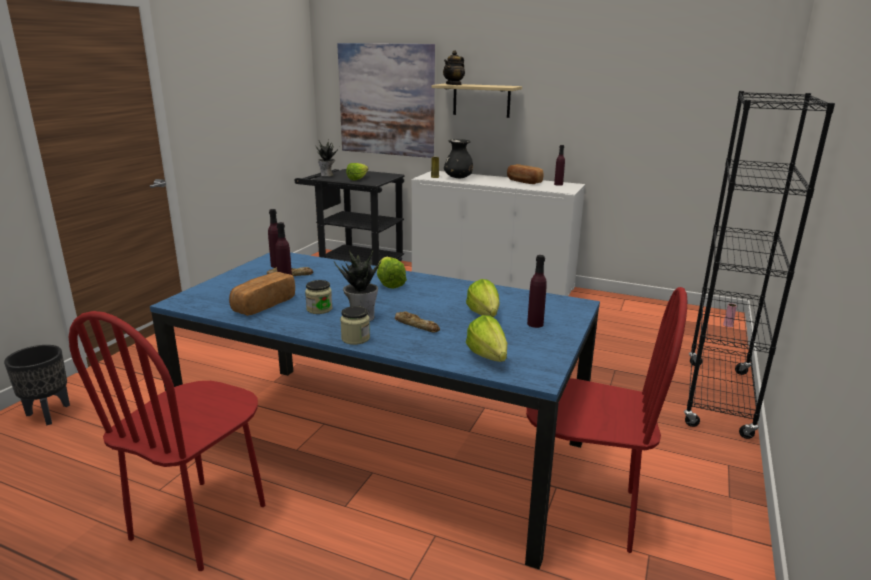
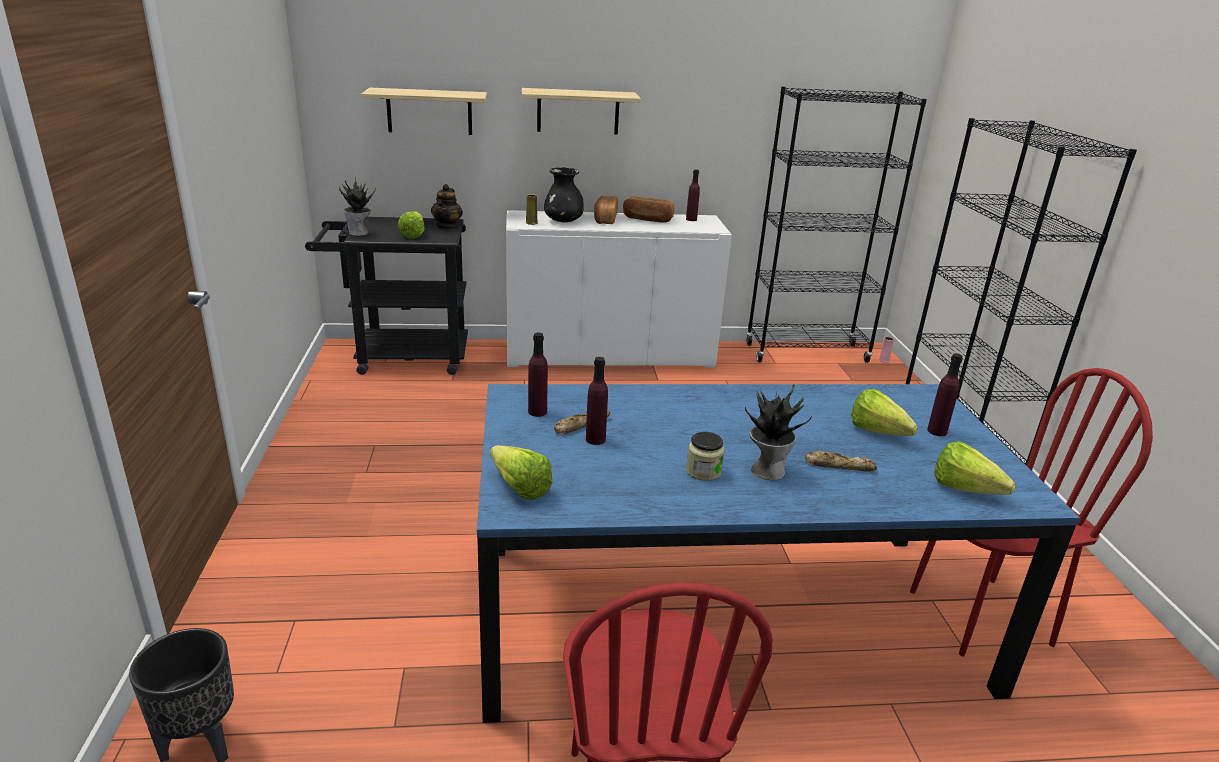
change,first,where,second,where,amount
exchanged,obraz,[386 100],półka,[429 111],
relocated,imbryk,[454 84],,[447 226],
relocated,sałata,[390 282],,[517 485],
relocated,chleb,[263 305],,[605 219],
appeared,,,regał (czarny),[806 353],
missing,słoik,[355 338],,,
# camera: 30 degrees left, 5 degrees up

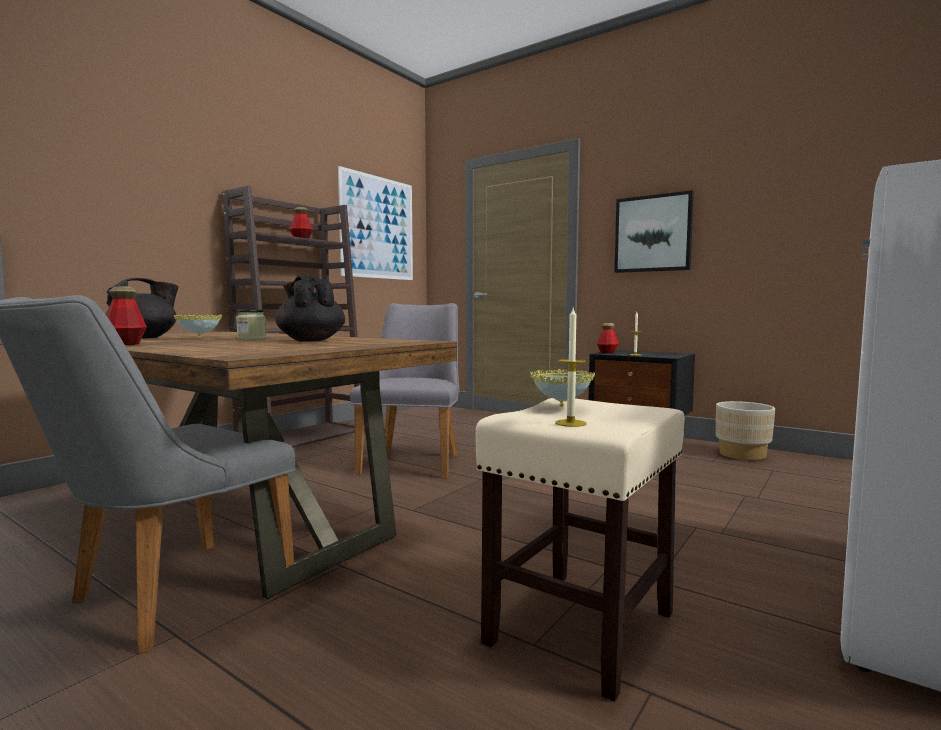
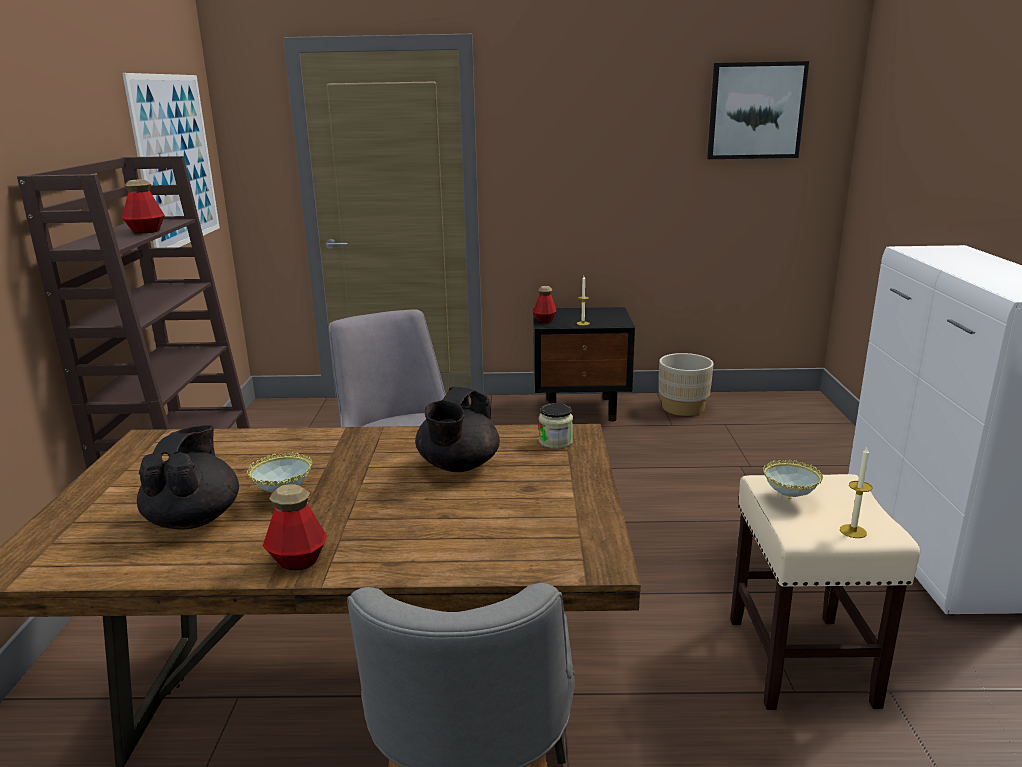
change,first,where,second,where,amount
spun,imbryk (czarny),[311 340],,[458 466],90 degrees counterclockwise
relocated,słoik,[252 339],,[555 441],
relocated,obraz,[653 233],,[755 111],
# camera: 35 degrees left, 15 degrees up

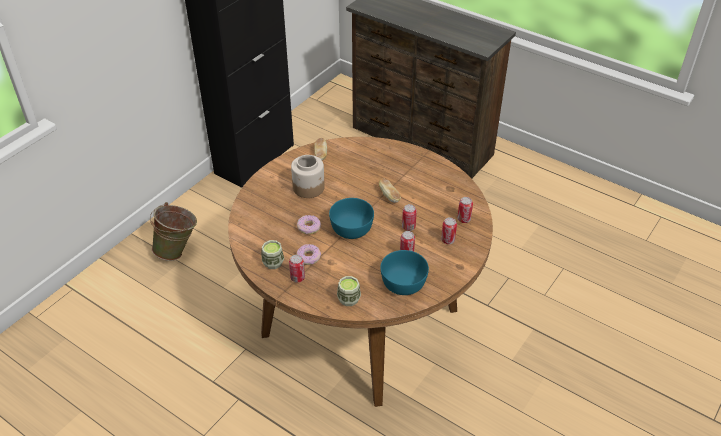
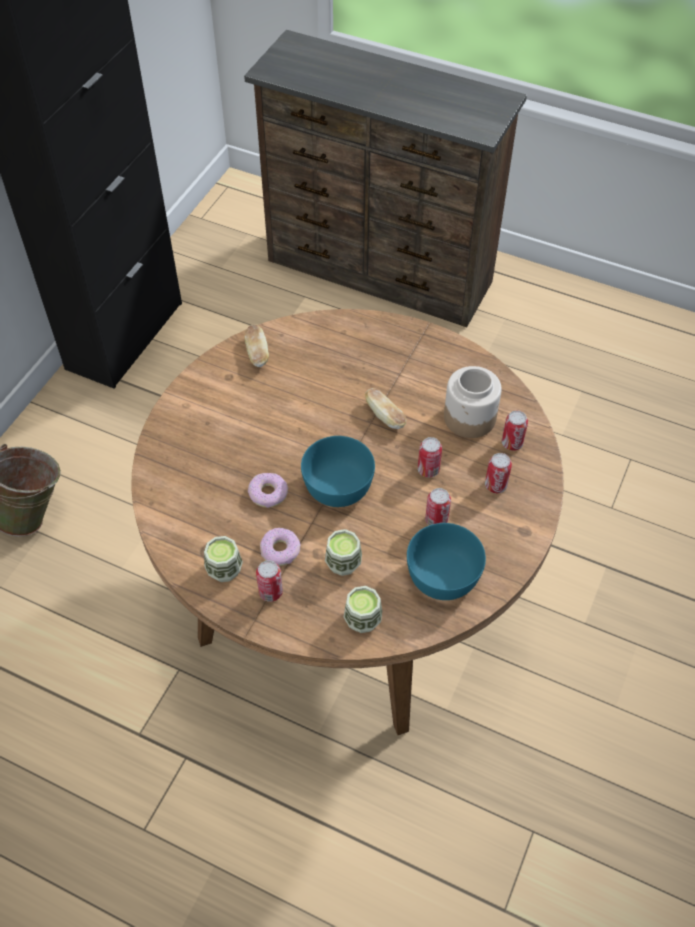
change,first,where,second,where,amount
appeared,,,filiżanka,[343 563],
relocated,słoik,[309 187],,[470 417],
# camera: 10 degrees left, 10 degrees up

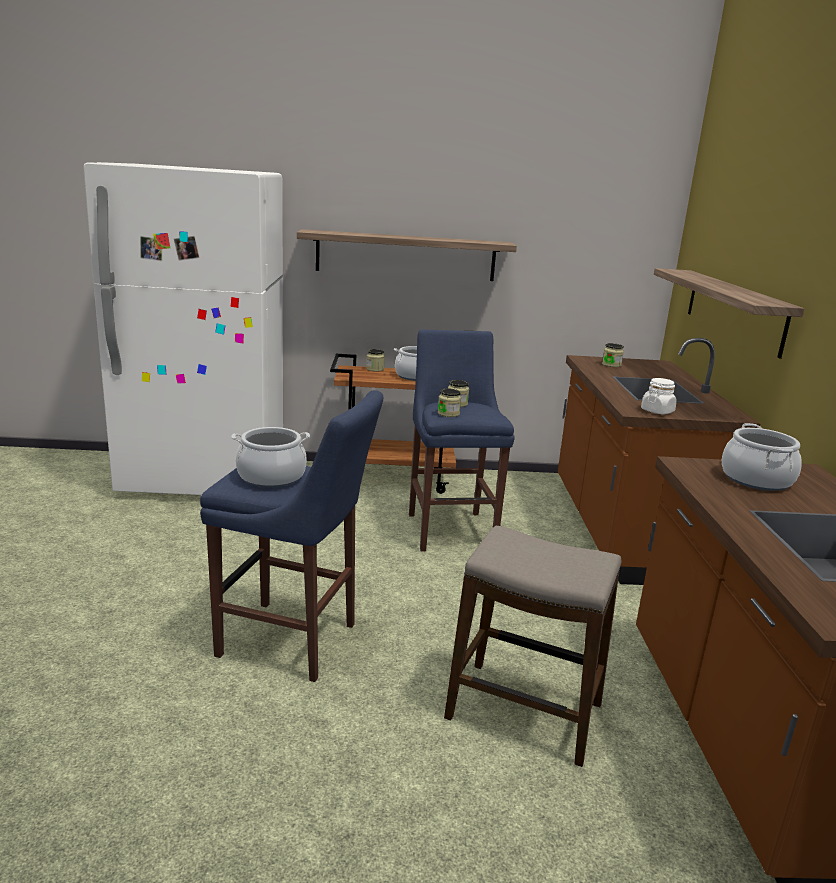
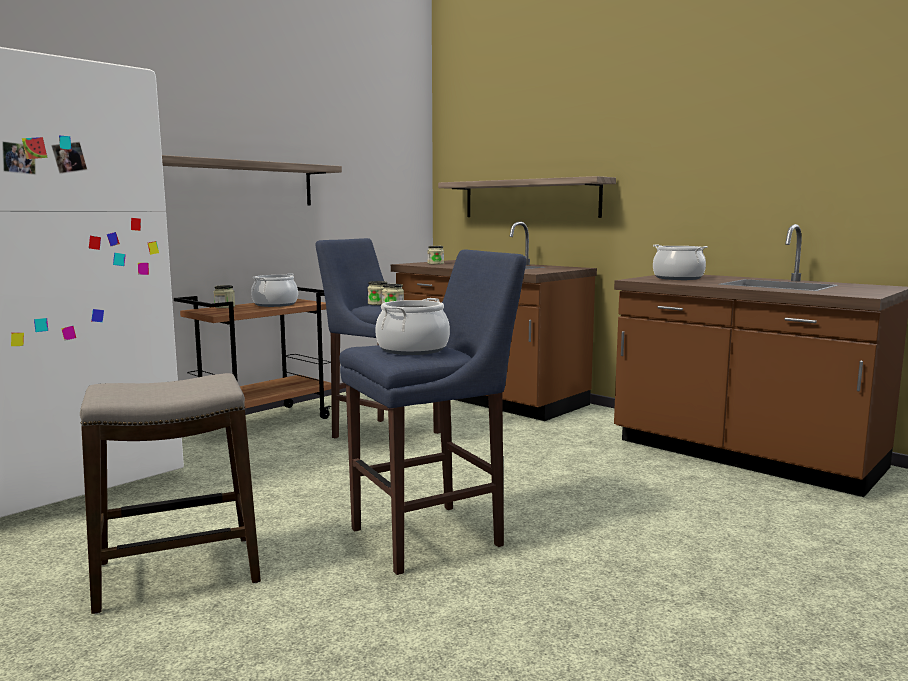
change,first,where,second,where,amount
relocated,stołek,[524 711],,[177 573],
missing,słoik (biały),[657 411],,,
# camera: 45 degrees left, 10 degrees down

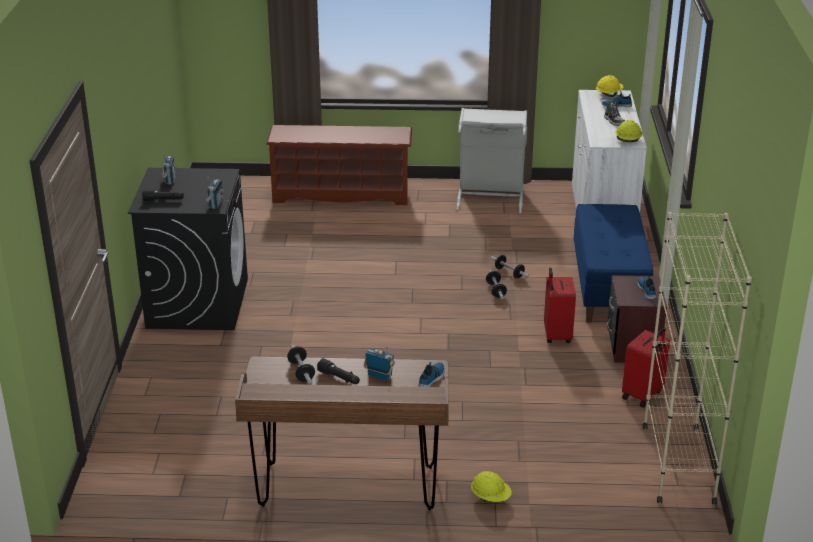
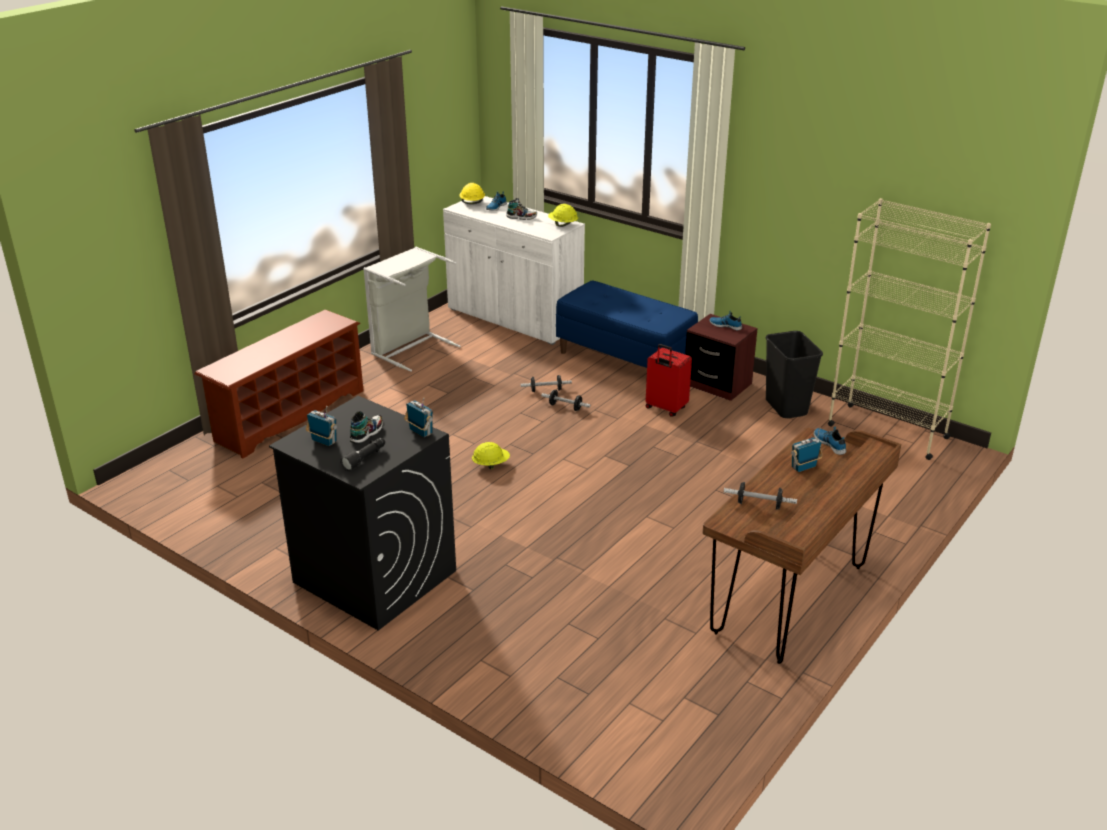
change,first,where,second,where,amount
appeared,,,but,[367 433],
relocated,kask (żółty),[490 497],,[491 465],
exchanged,walizka (czerwony),[643 395],kosz na śmieci (czarny),[787 408],
missing,latarka (czarny),[339 378],,,
# camera: 55 degrees left, 0 degrees up

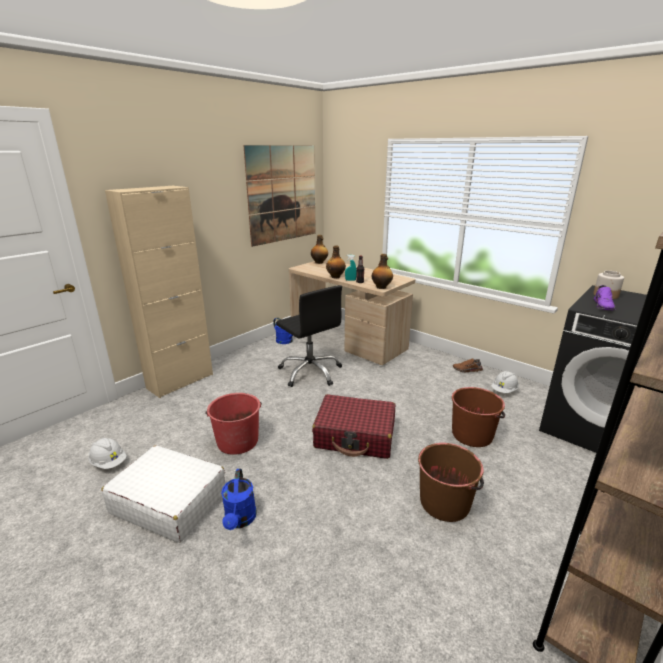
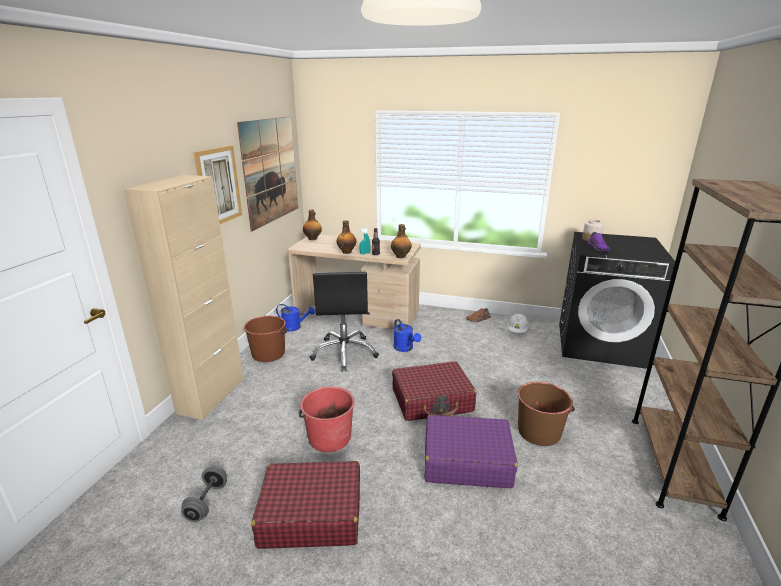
change,first,where,second,where,amount
exchanged,kask (biały),[109 462],hantel (szary),[207 502],
appeared,,,obraz,[218 186],
relocated,wiadro (brązowy),[472 434],,[269 353],
colour,walizka (biały),[169 502],walizka (czerwony),[311 515],
spun,krzesło biurowe (czarny),[310 372],,[345 353],60 degrees clockwise
relocated,konewka (niebieski),[240 520],,[405 348],
appeared,,,walizka (fioletowy),[466 461],
# camera: 25 degrees left, 0 degrees up

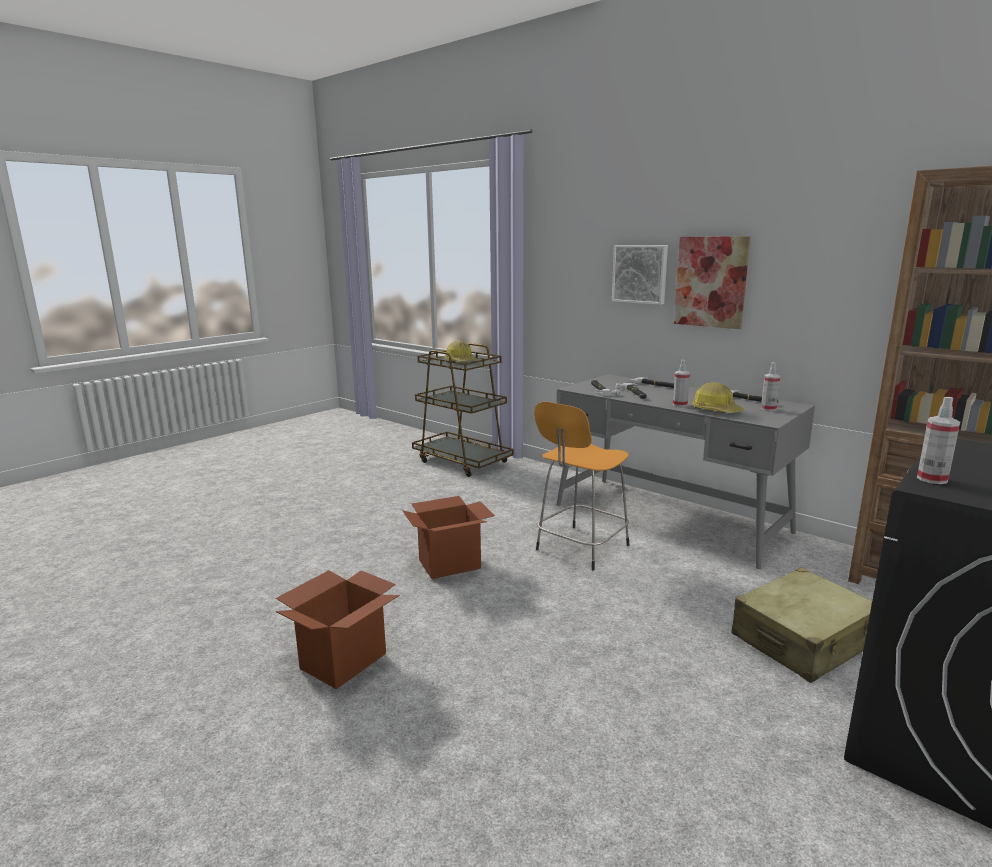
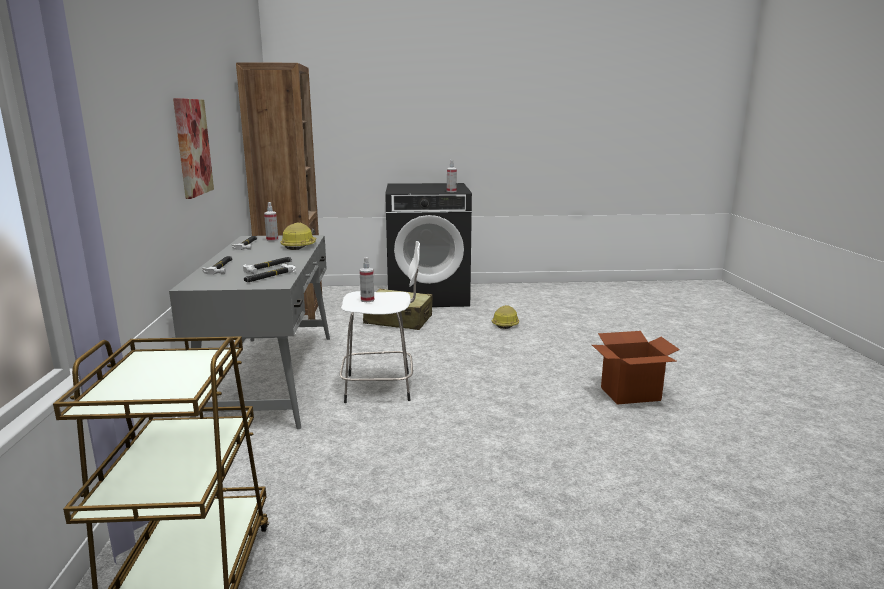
change,first,where,second,where,amount
colour,stołek (pomarańczowy),[580 548],stołek (biały),[381 387],
relocated,spryskiwacz,[680 405],,[367 300],
relocated,kask,[460 361],,[505 324],
missing,karton,[450 564],,,
missing,obraz,[640 274],,,
# camera: 135 degrees left, 0 degrees up

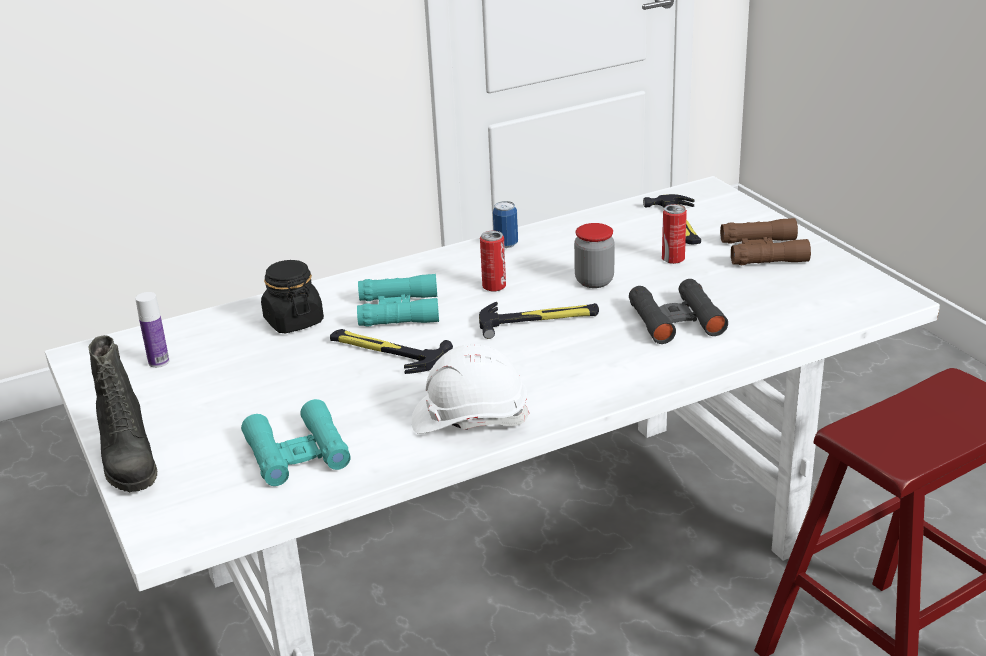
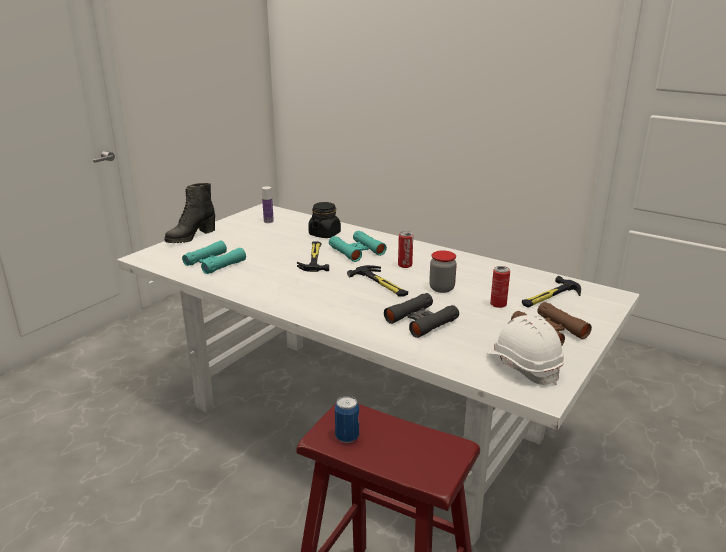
change,first,where,second,where,amount
relocated,puszka,[506 244],,[347 437],
relocated,kask (biały),[469 418],,[524 365],
# camera: 60 degrees right, 5 degrees down

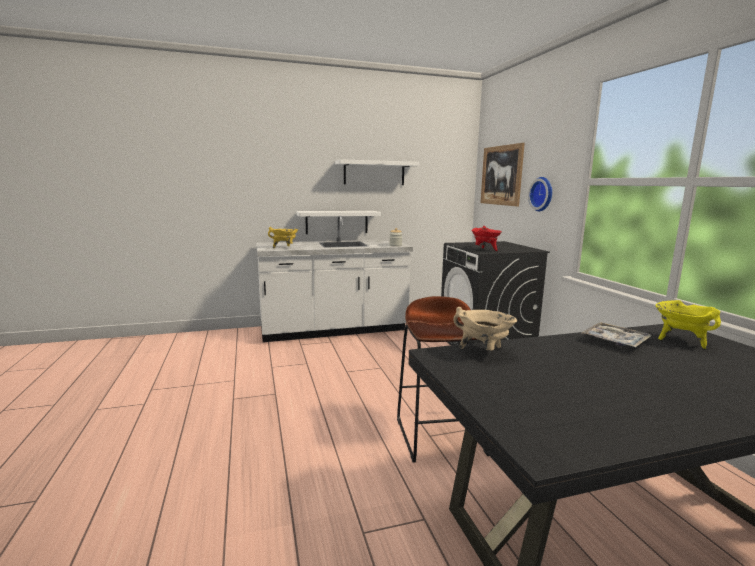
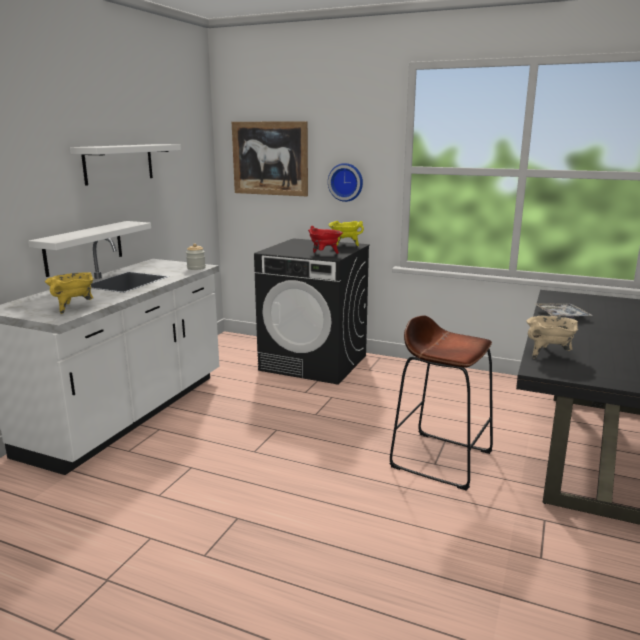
change,first,where,second,where,amount
relocated,garnek (żółty),[681 341],,[344 245],
# camera: 50 degrees left, 5 degrees up

